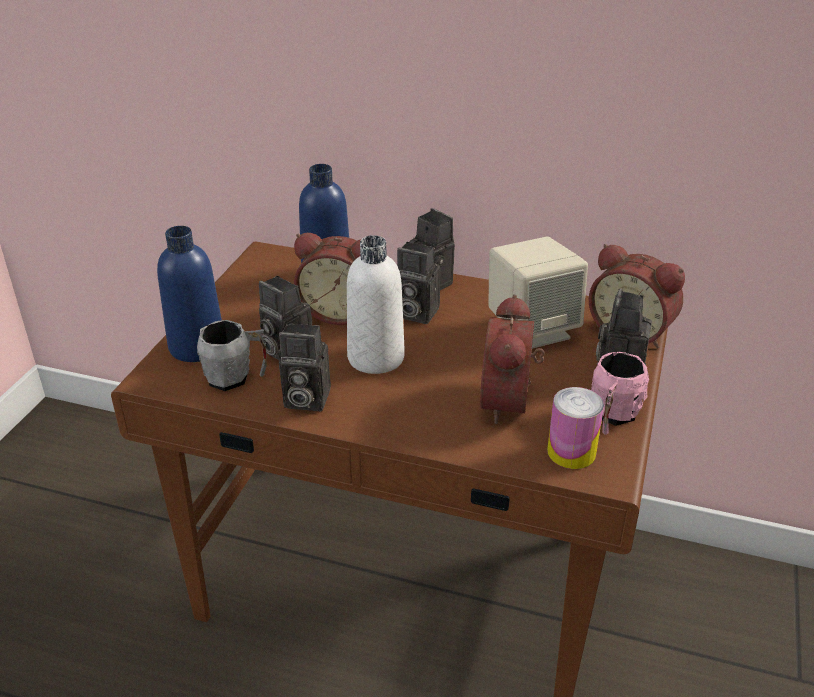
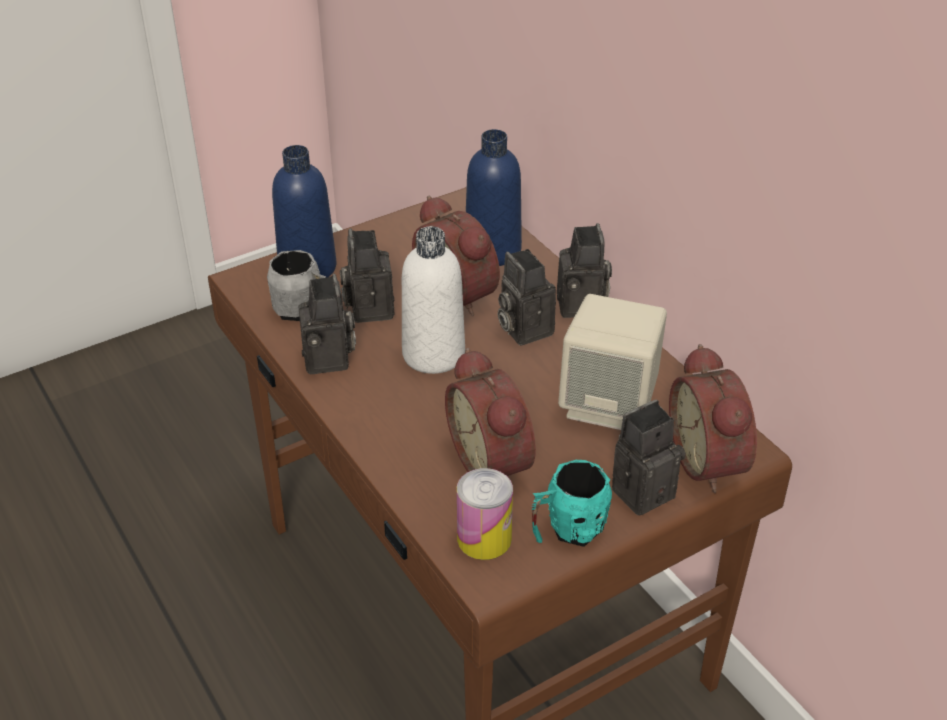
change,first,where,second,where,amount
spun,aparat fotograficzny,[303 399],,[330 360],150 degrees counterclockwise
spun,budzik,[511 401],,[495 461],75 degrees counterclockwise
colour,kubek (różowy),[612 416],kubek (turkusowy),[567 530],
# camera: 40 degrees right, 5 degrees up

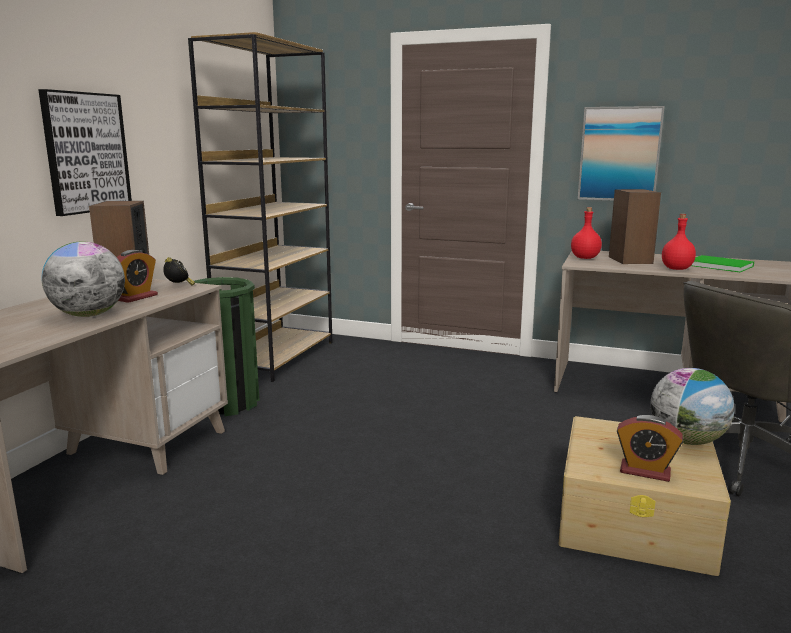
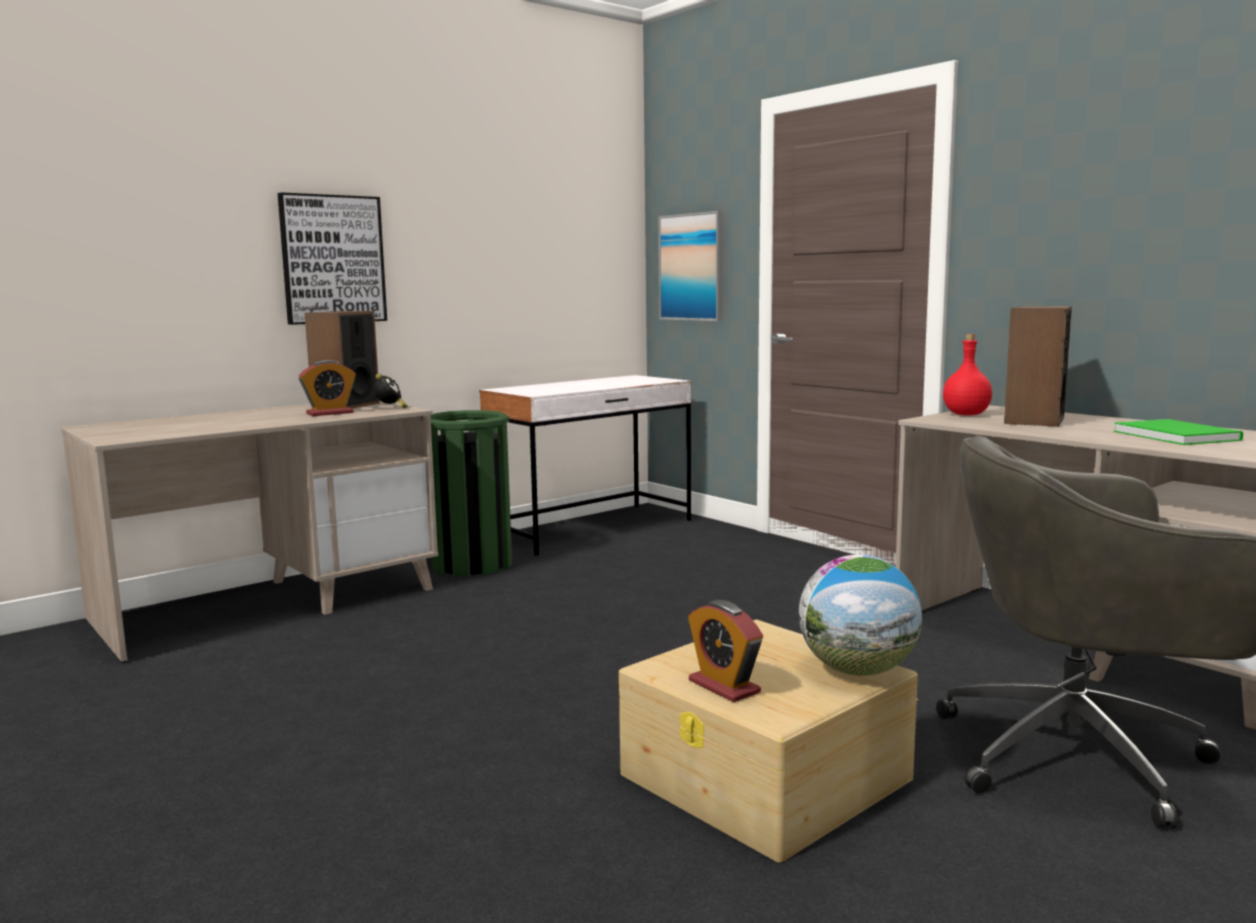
change,first,where,second,where,amount
exchanged,regał (brązowy),[277 356],biurko (biały),[591 529],
relocated,obraz,[619 154],,[692 267],
missing,globus,[88 315],,,
missing,butelka (czerwony),[676 269],,,
# camera: 30 degrees right, 5 degrees down

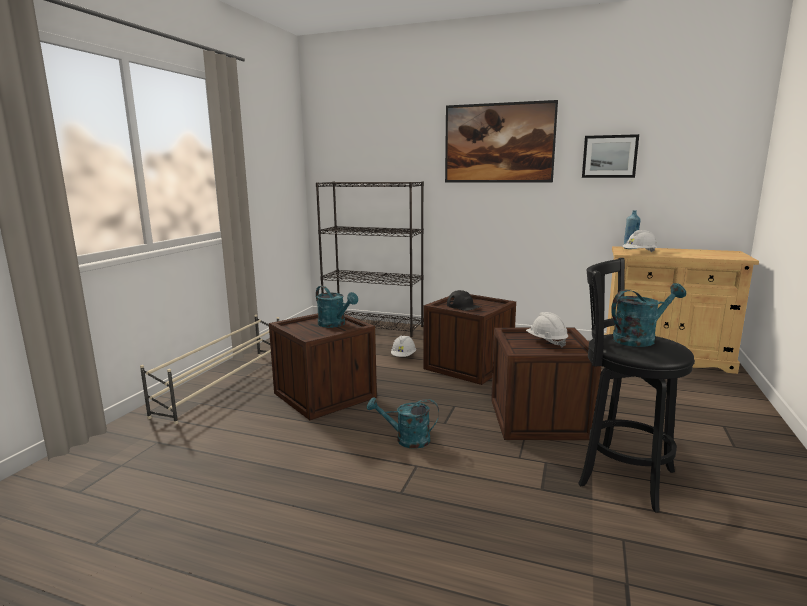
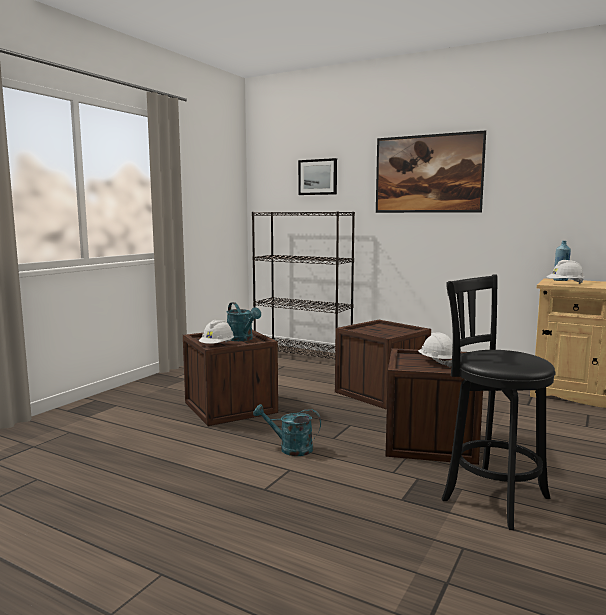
change,first,where,second,where,amount
relocated,kask (biały),[403 356],,[217 346],
relocated,obraz,[609 156],,[318 177],
missing,regał na buty (beżowy),[225 384],,,
missing,czapka z daszkiem (czarny),[463 306],,,
missing,konewka (turkusowy),[639 339],,,
# camera: 10 degrees right, 5 degrees down

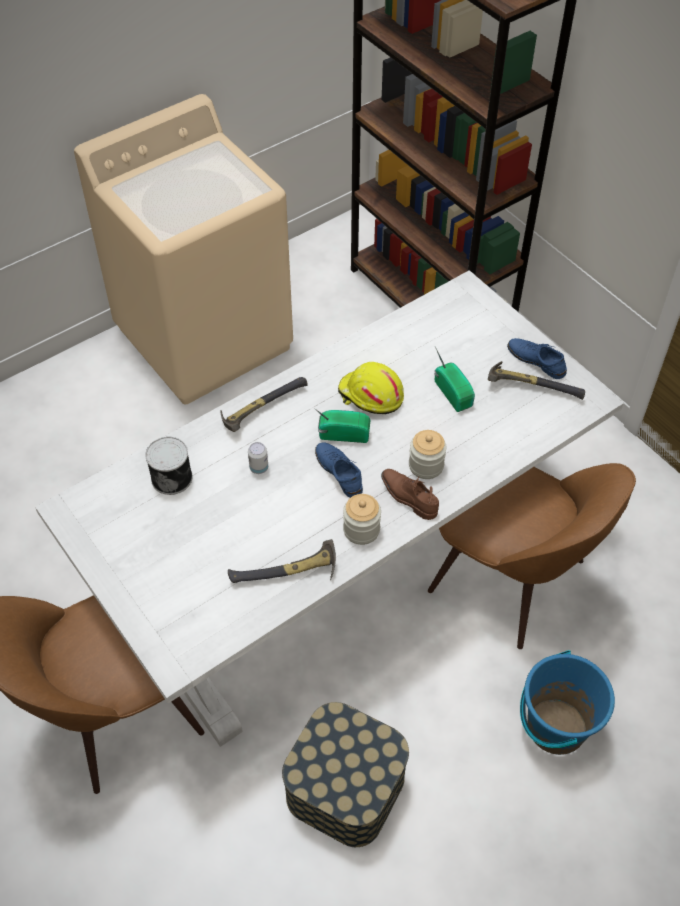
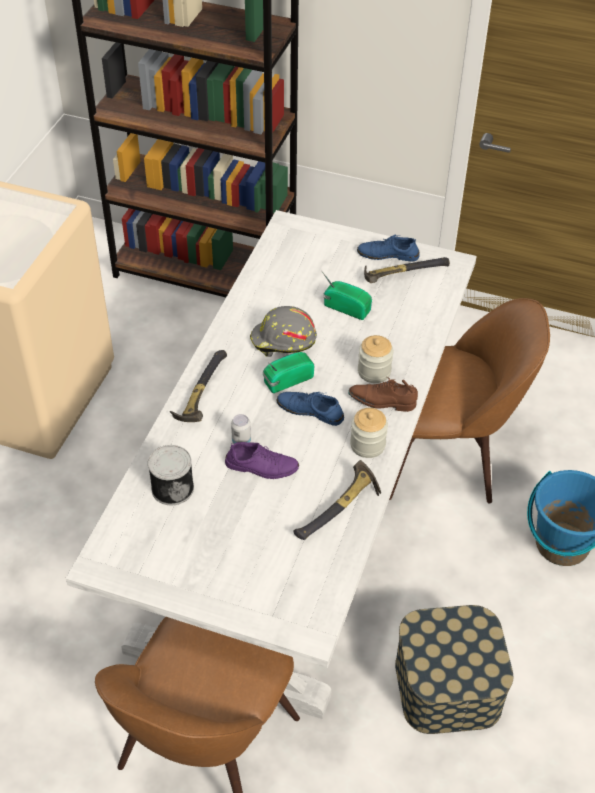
change,first,where,second,where,amount
appeared,,,but (fioletowy),[261 466],
colour,kask (żółty),[370 396],kask (szary),[283 340],
# camera: 35 degrees left, 5 degrees down

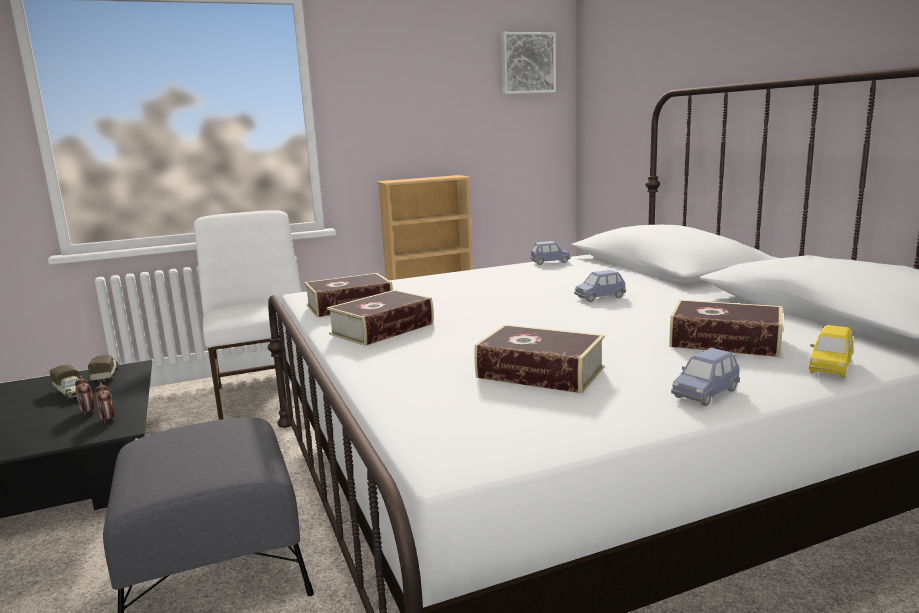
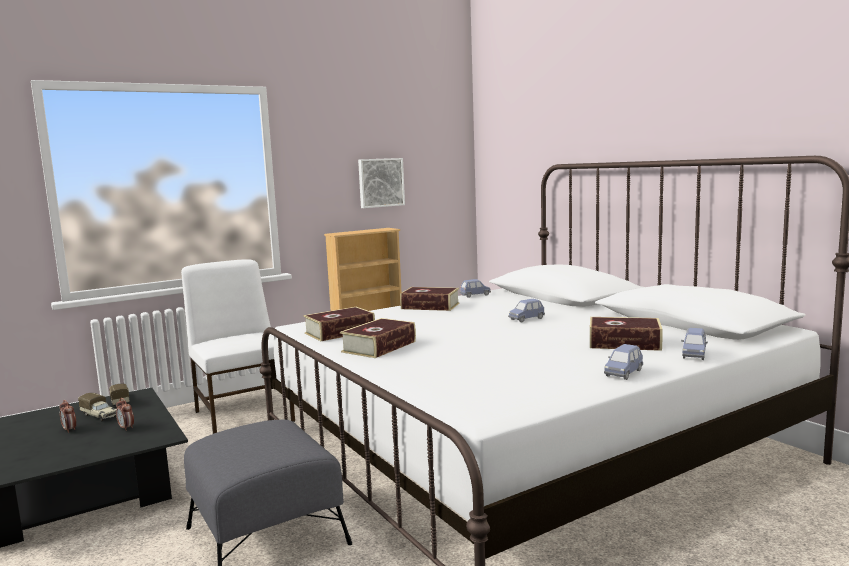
change,first,where,second,where,amount
relocated,budzik,[108 419],,[69 430],
relocated,obraz,[527 63],,[380 182],
relocated,książka,[540 372],,[430 306],
colour,samochodzik (żółty),[830 367],samochodzik (niebieski),[694 355],
# camera: 10 degrees left, 5 degrees down

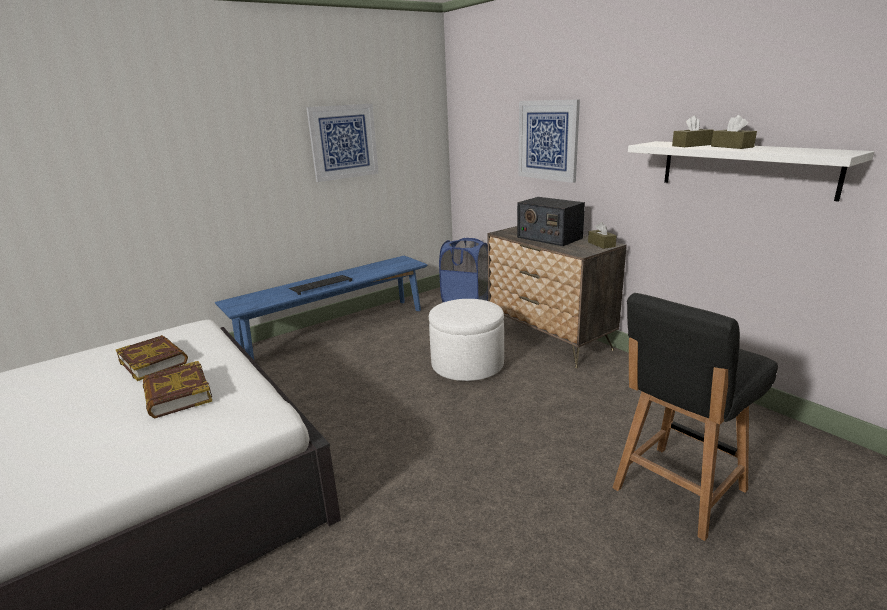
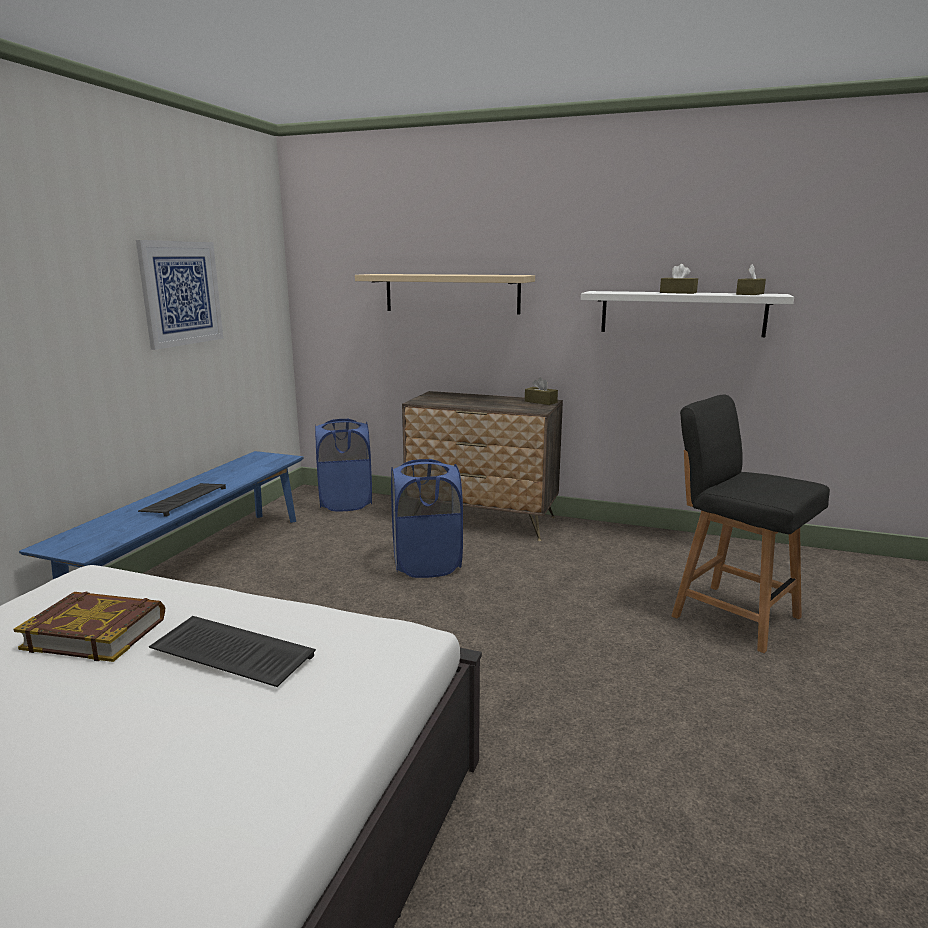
change,first,where,second,where,amount
exchanged,książka,[177 395],klawiatura,[229 654],
exchanged,obraz,[548 140],półka (beżowy),[451 293],
exchanged,pufa (biały),[467 365],kosz na pranie (niebieski),[427 564],
spun,krzesło (czarny),[677 490],,[732 615],120 degrees clockwise
relocated,pudełko chusteczek (brązowy),[691 145],,[750 294],
missing,radio,[549 238],,,
# camera: 35 degrees left, 5 degrees down

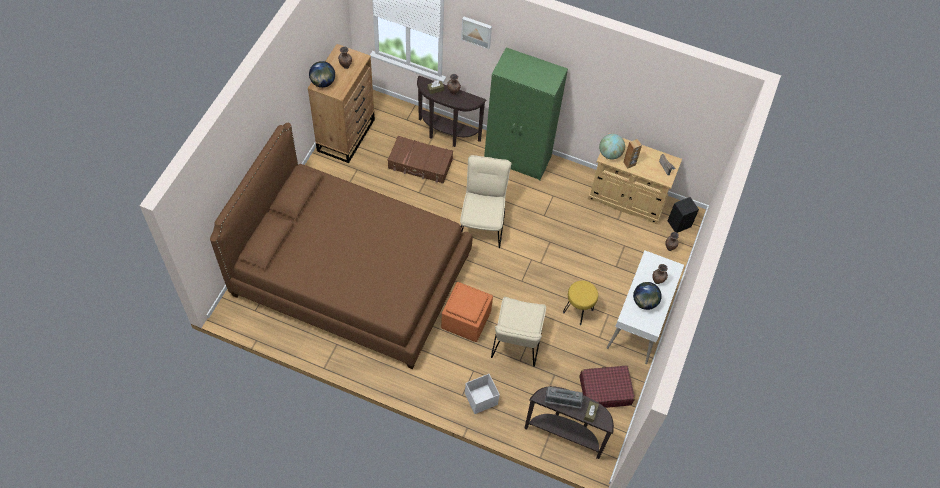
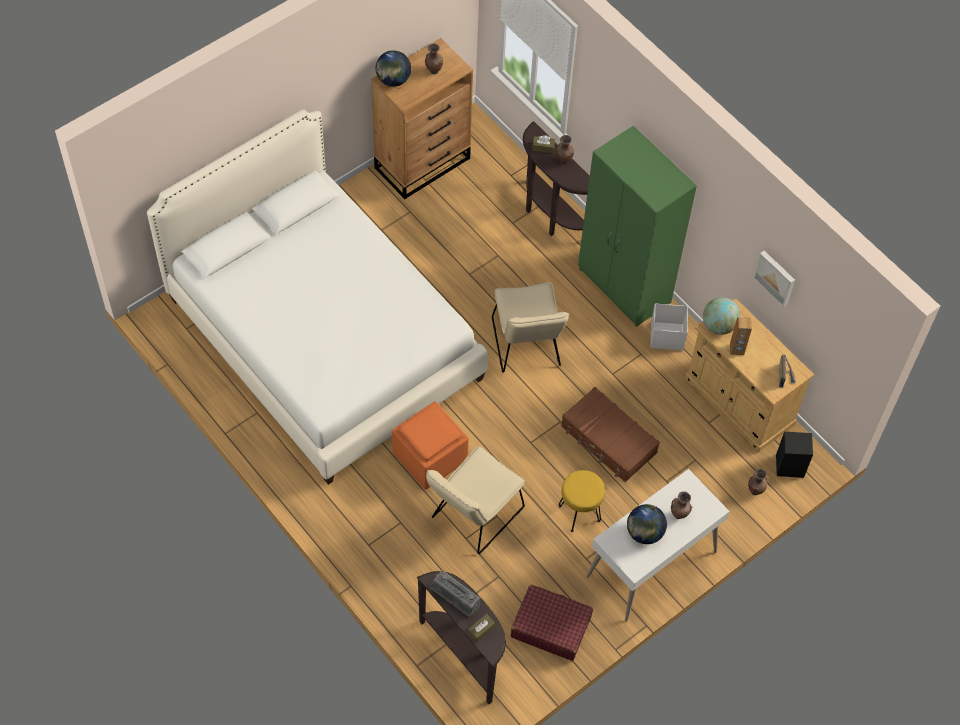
change,first,where,second,where,amount
colour,łóżko (brązowy),[351 274],łóżko (biały),[324 337],
spun,krzesło (beżowy),[482 222],,[526 347],135 degrees clockwise
relocated,walizka (brązowy),[420 164],,[608 440],
relocated,pojemnik do przechowywania (biały),[480 399],,[666 336],
relocated,obraz,[477 31],,[775 277],
# camera: 30 degrees right, 0 degrees up

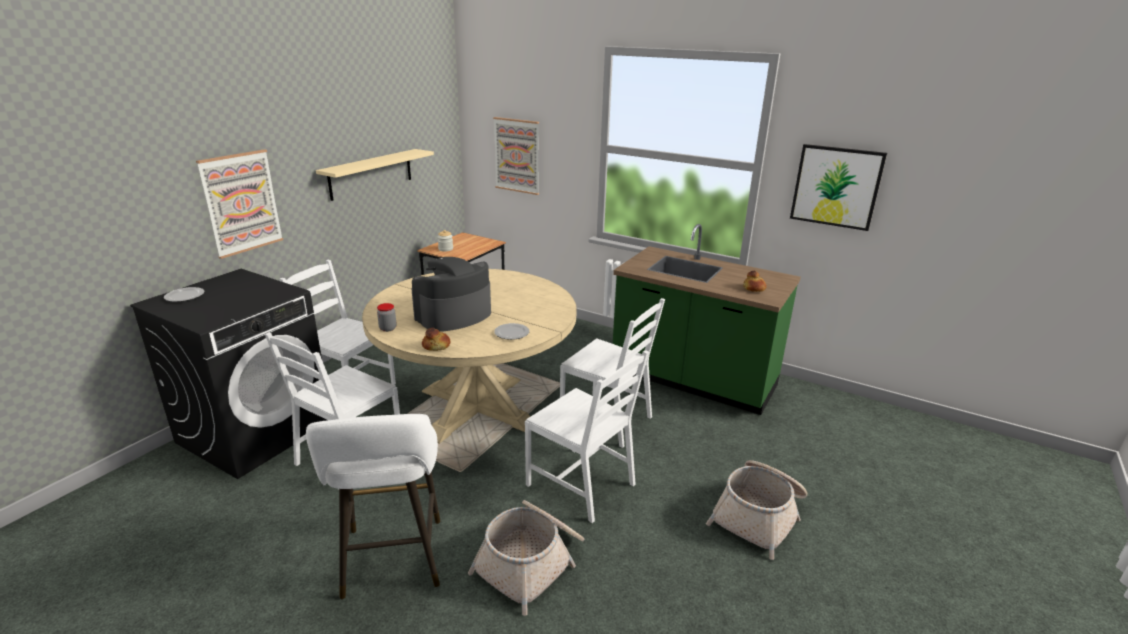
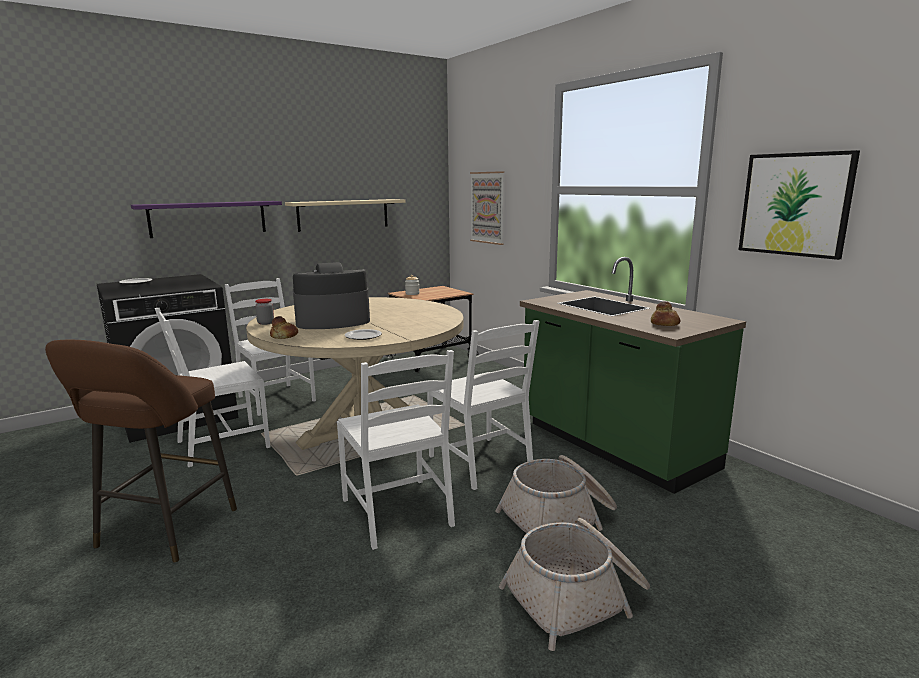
change,first,where,second,where,amount
colour,stołek (biały),[392 562],stołek (brązowy),[163 532],
exchanged,obraz,[241 203],półka (fioletowy),[208 218],
relocated,koszyk,[532 562],,[559 517],
# camera: 25 degrees right, 10 degrees down

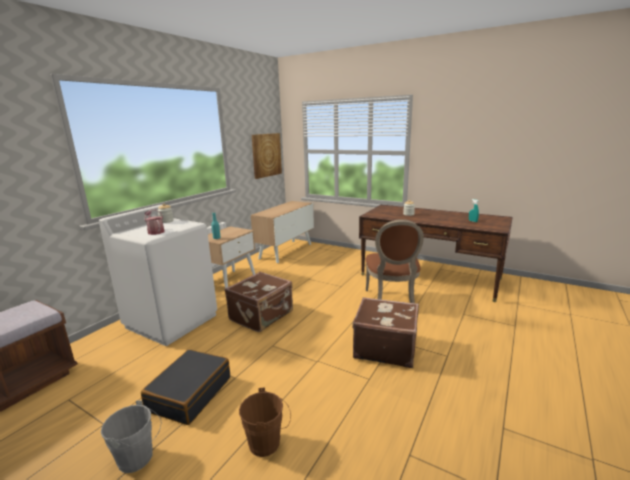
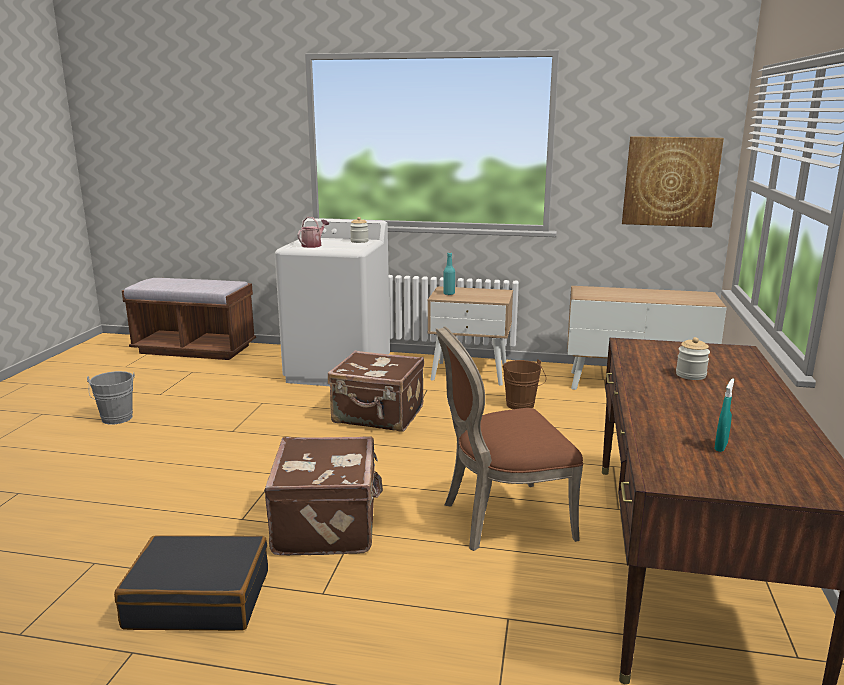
change,first,where,second,where,amount
relocated,walizka (czarny),[189 393],,[199 598],
relocated,wiadro (brązowy),[268 443],,[522 406],
# camera: 70 degrees right, 0 degrees up

